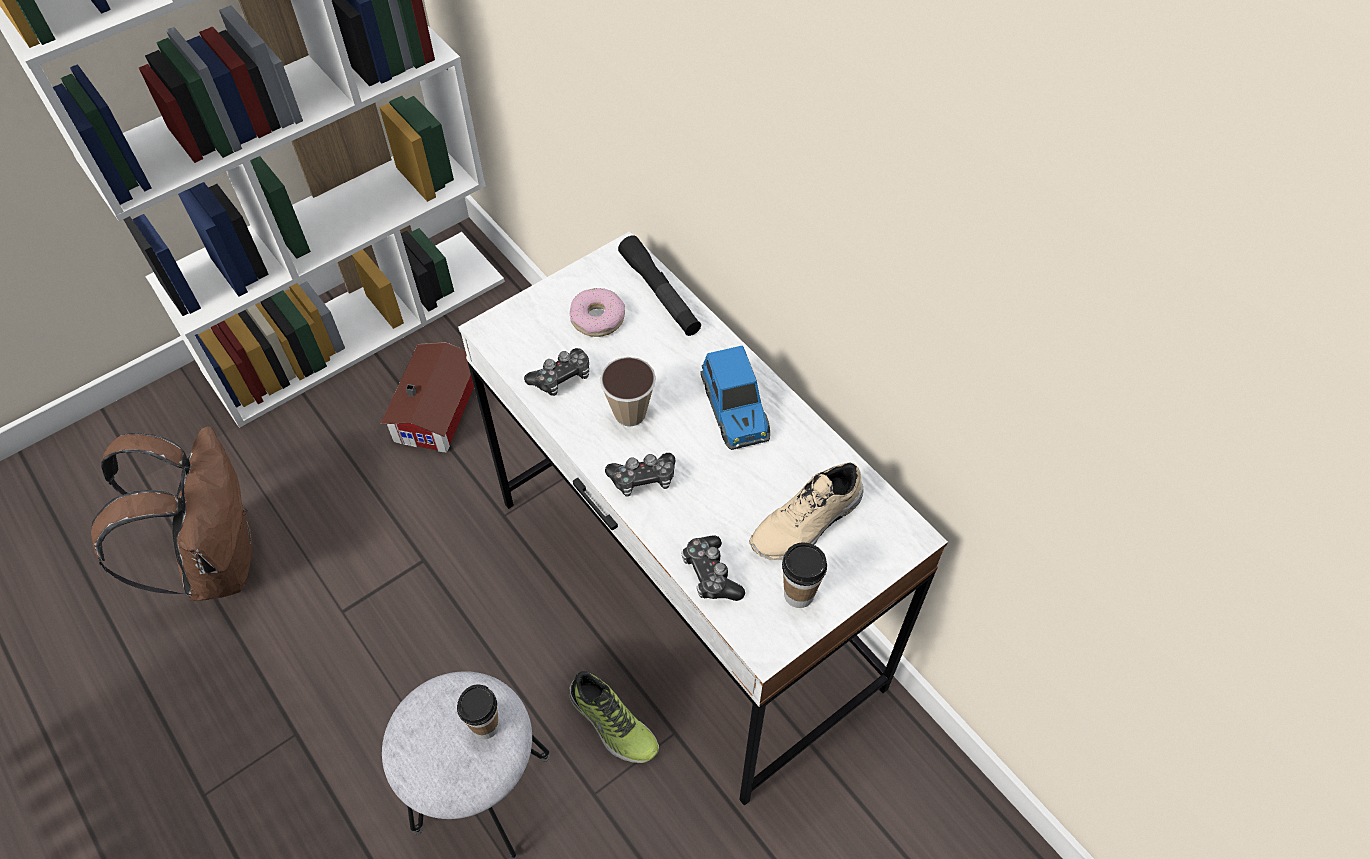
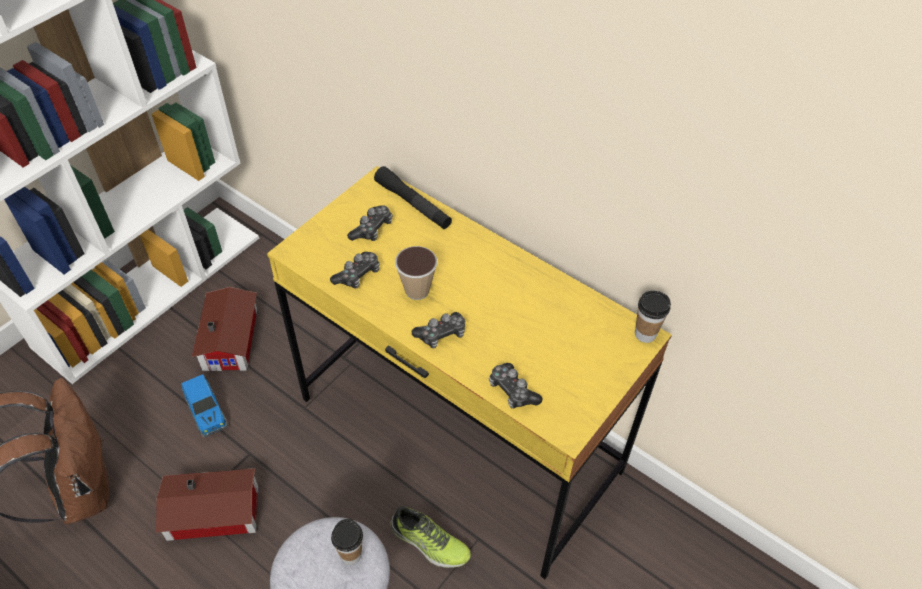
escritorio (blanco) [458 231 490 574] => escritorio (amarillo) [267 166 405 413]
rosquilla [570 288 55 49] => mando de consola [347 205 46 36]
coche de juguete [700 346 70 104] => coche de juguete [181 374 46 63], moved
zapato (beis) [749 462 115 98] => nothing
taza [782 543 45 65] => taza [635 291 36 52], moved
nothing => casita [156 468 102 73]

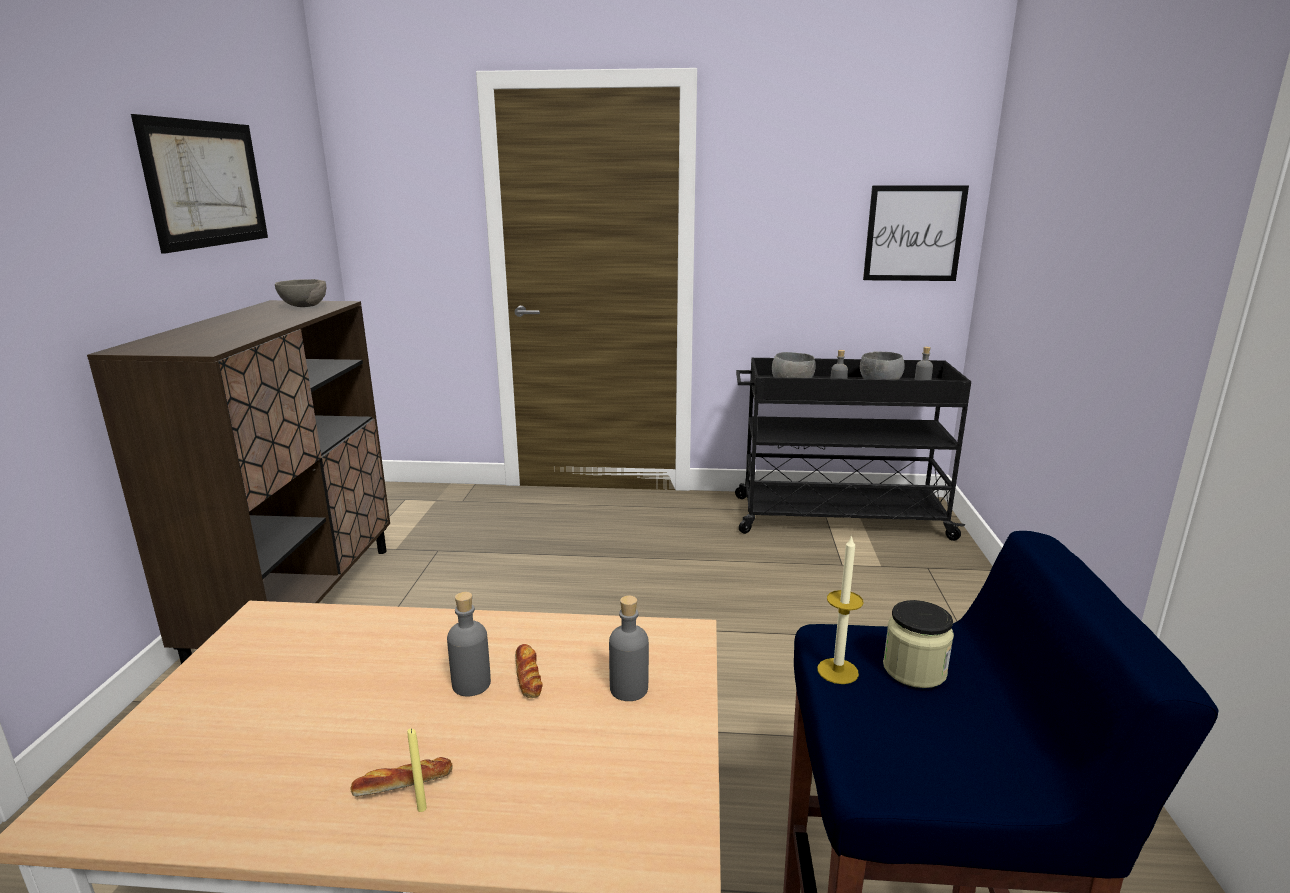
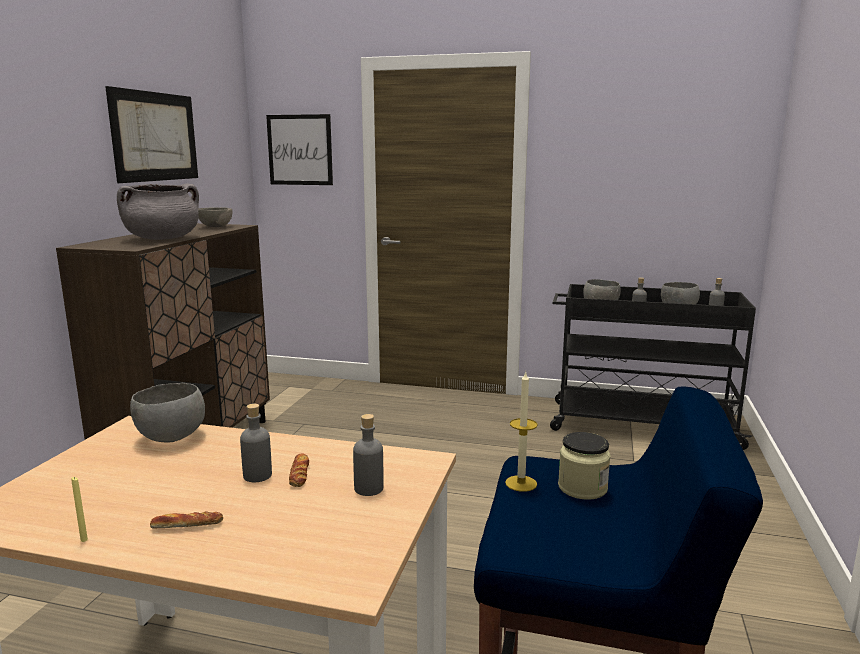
vela (amarillo) [407 729 20 83] => vela (amarillo) [71 476 17 66], moved
cuadro [863 185 106 96] => cuadro [266 114 67 71], moved
nothing => olla (gris) [117 183 82 57]
nothing => cuenco (gris) [130 382 75 60]

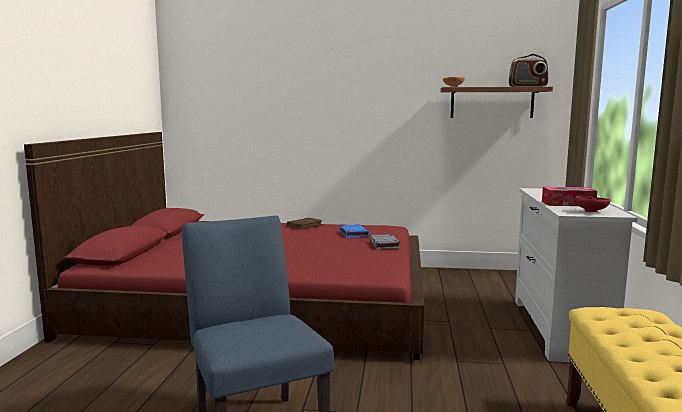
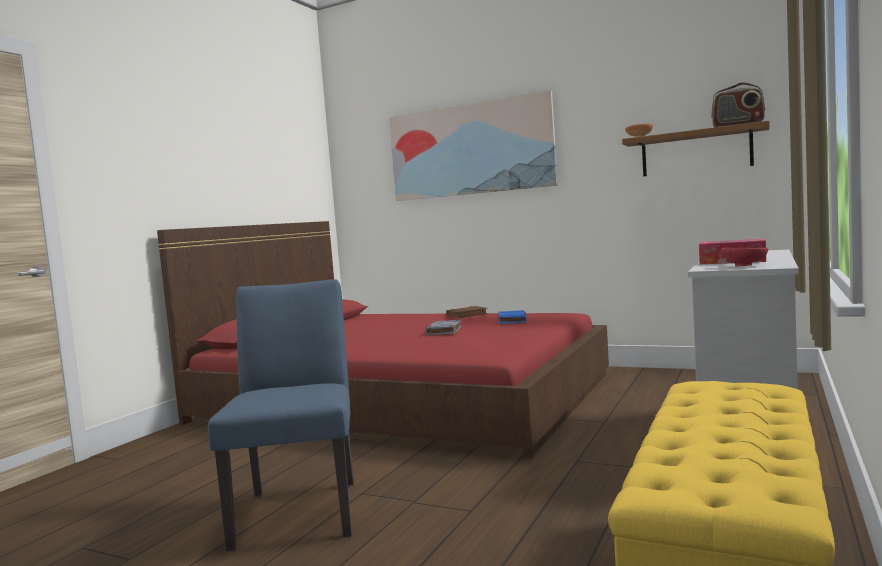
libro (gris) [369 234 31 15] => libro (gris) [425 320 36 15], moved
nothing => cuadro [389 91 169 110]

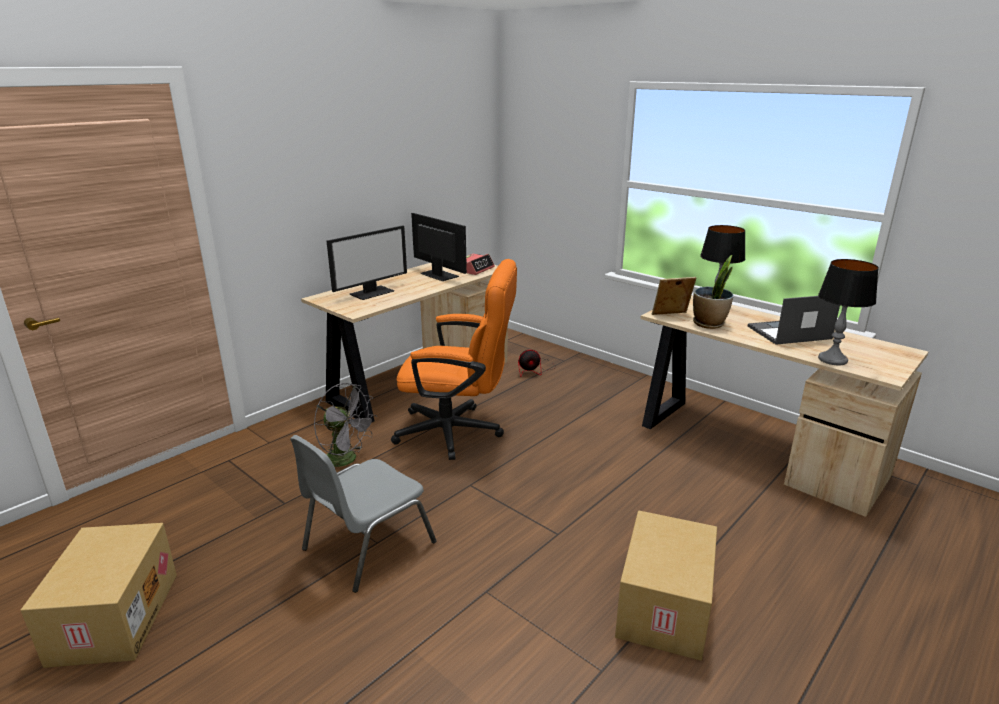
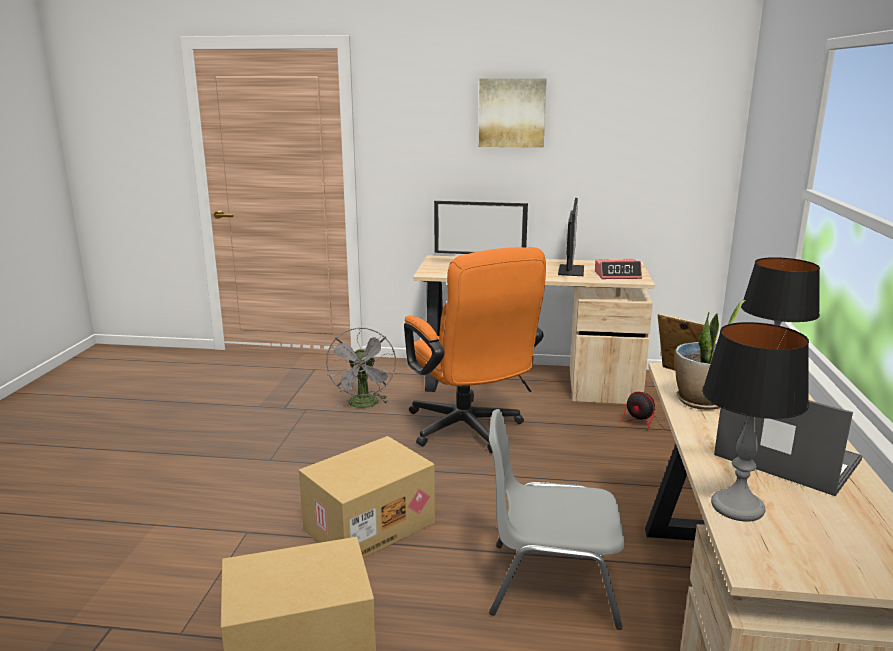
caja de cartón [21 523 156 145] => caja de cartón [299 436 136 123], moved
silla (gris) [290 435 147 158] => silla (gris) [489 409 136 221], moved
nothing => cuadro [479 78 68 70]

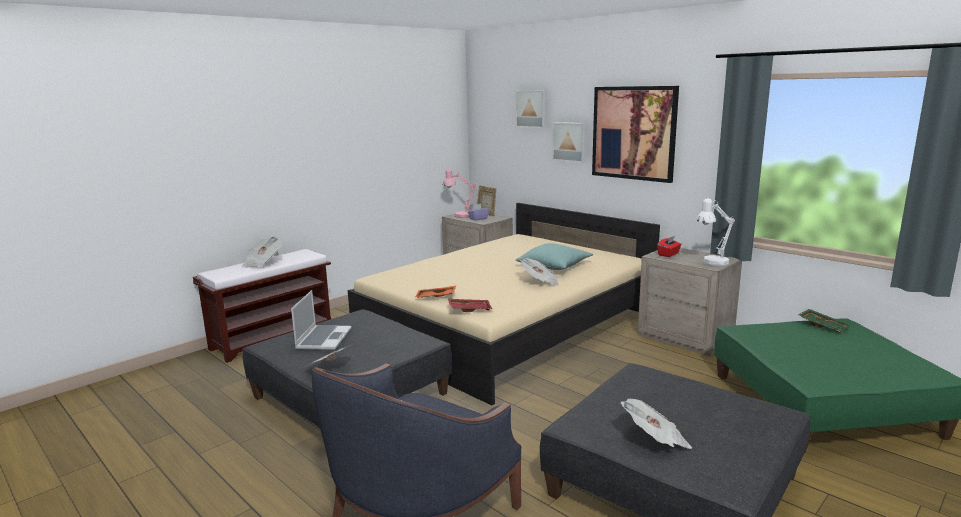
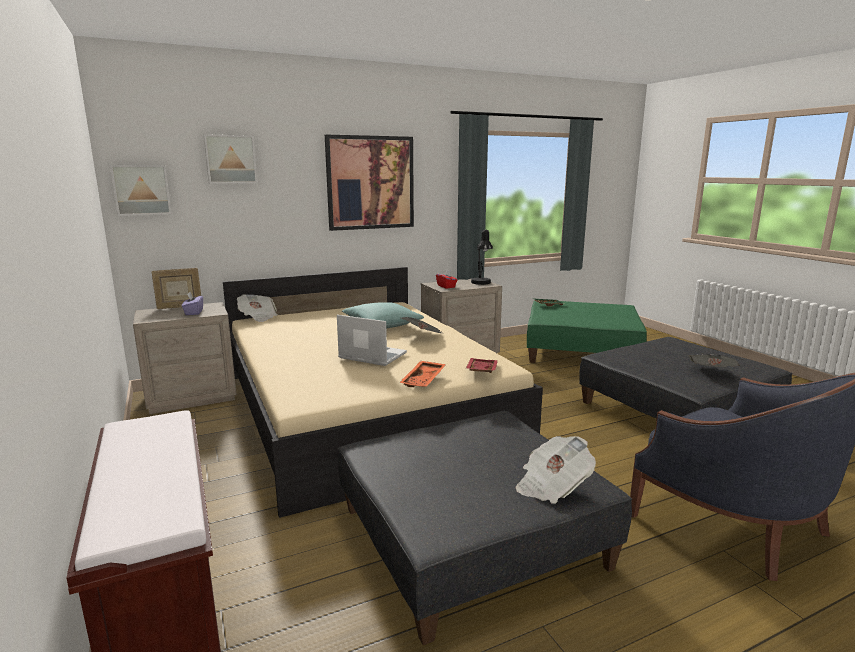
periódico [242 236 40 32] => periódico [237 294 41 28], moved
portátil [291 290 61 60] => portátil [337 315 70 51], moved
lámpara de mesa (rosa) [443 169 33 49] => nothing
cuadro [552 122 35 41] => cuadro [110 165 62 51], moved
lámpara de mesa (blanco) [696 198 39 68] => lámpara de mesa (negro) [471 229 22 56]

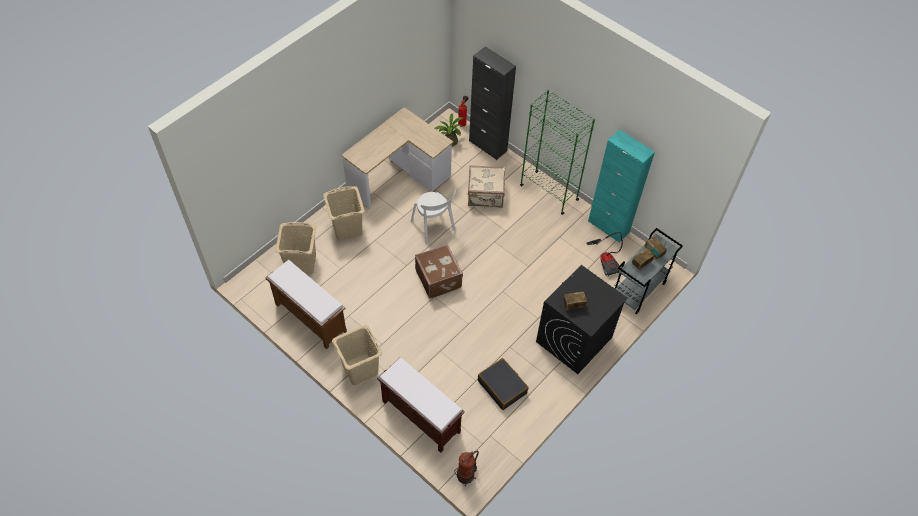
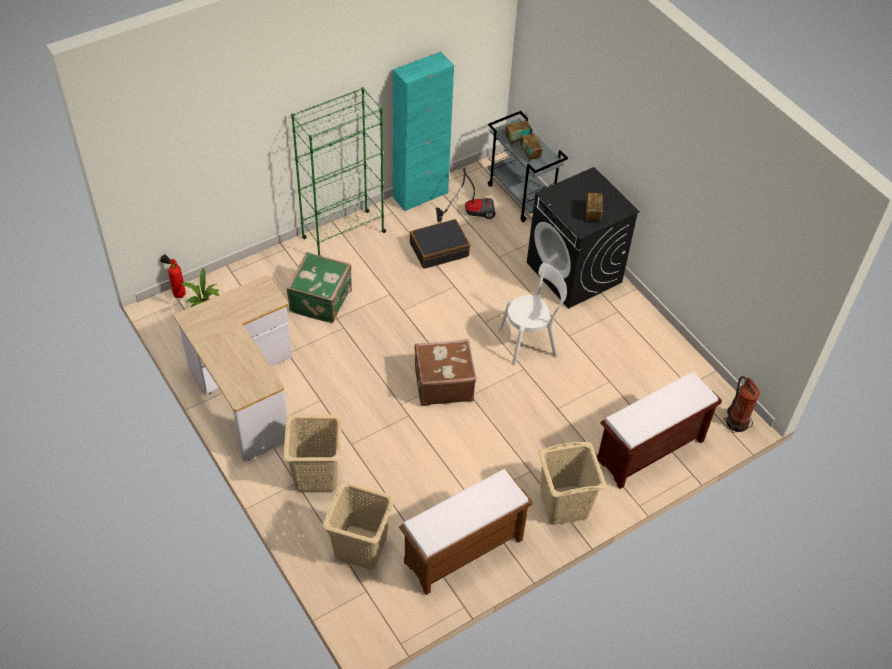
silla (blanco) [411 189 45 55] => silla (blanco) [499 263 68 103], moved
maleta (beis) [468 165 37 43] => maleta (verde) [286 252 66 71]
armario (negro) [469 46 47 114] => nothing
maleta (negro) [478 358 51 52] => maleta (negro) [410 219 60 50], moved

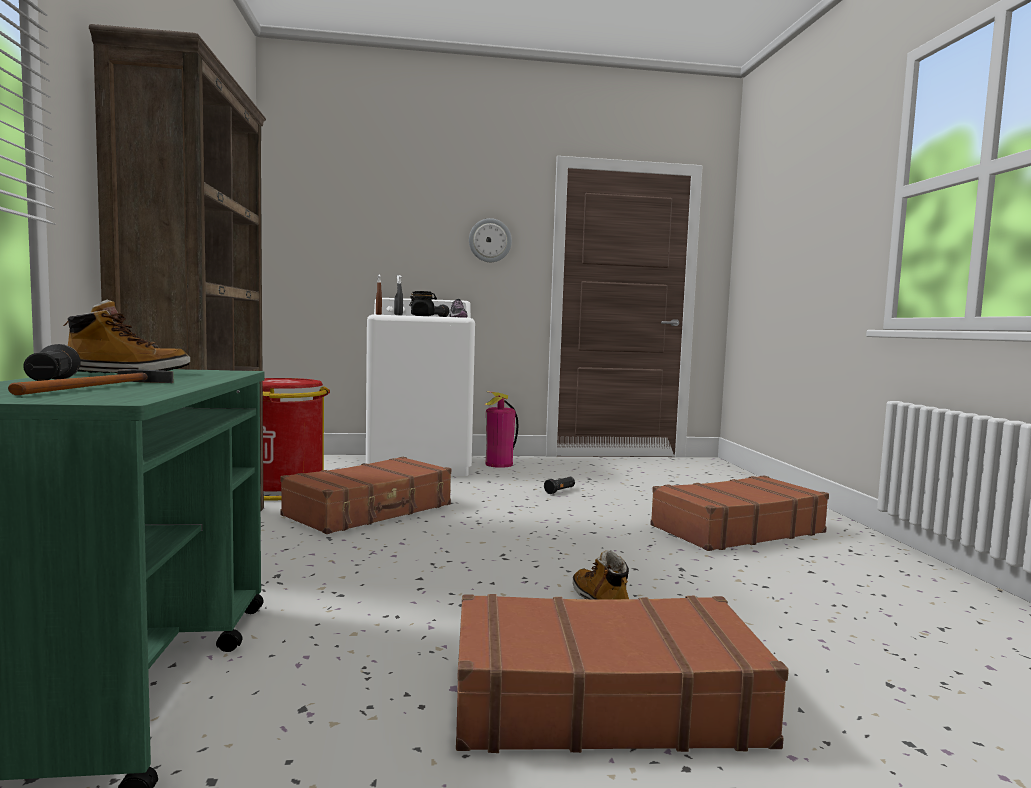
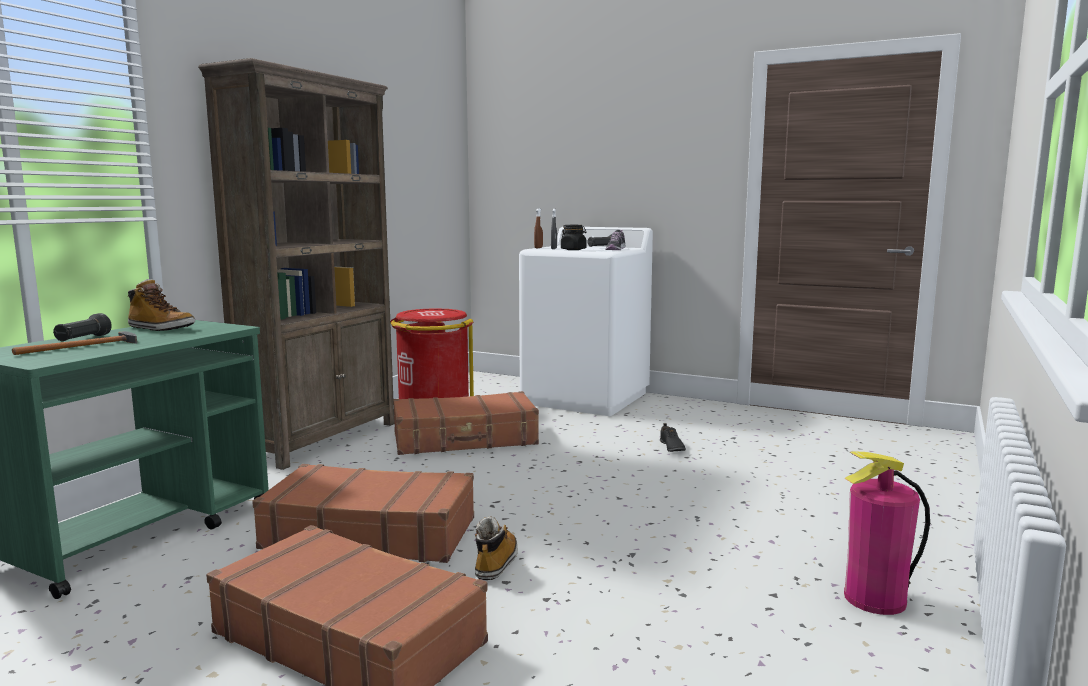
reloj de pared [469 218 43 44] => nothing
extintor [485 392 34 76] => extintor [844 451 86 164], moved
linterna (negro) [544 477 31 17] => zapato (negro) [660 423 26 29]
maleta (marrón) [650 475 179 76] => maleta (marrón) [252 464 222 99], moved

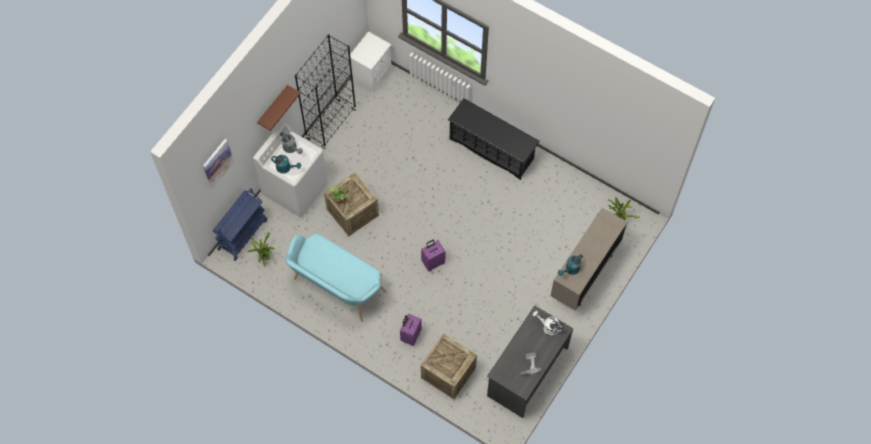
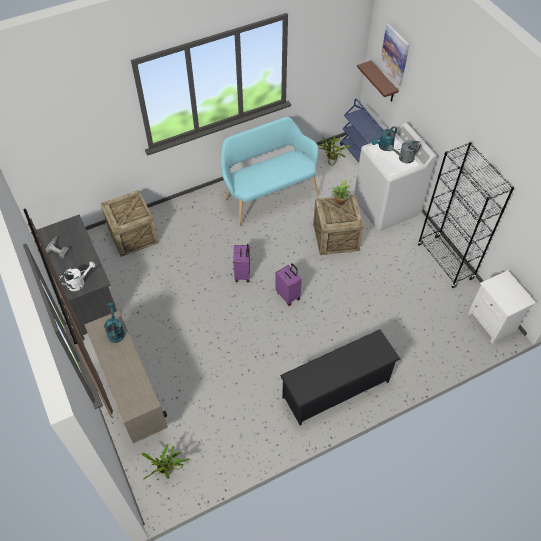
estante (marrón) [257 85 44 46] => estante (marrón) [357 61 42 41], moved
maleta (morado) [400 314 22 32] => maleta (morado) [275 263 27 43], moved

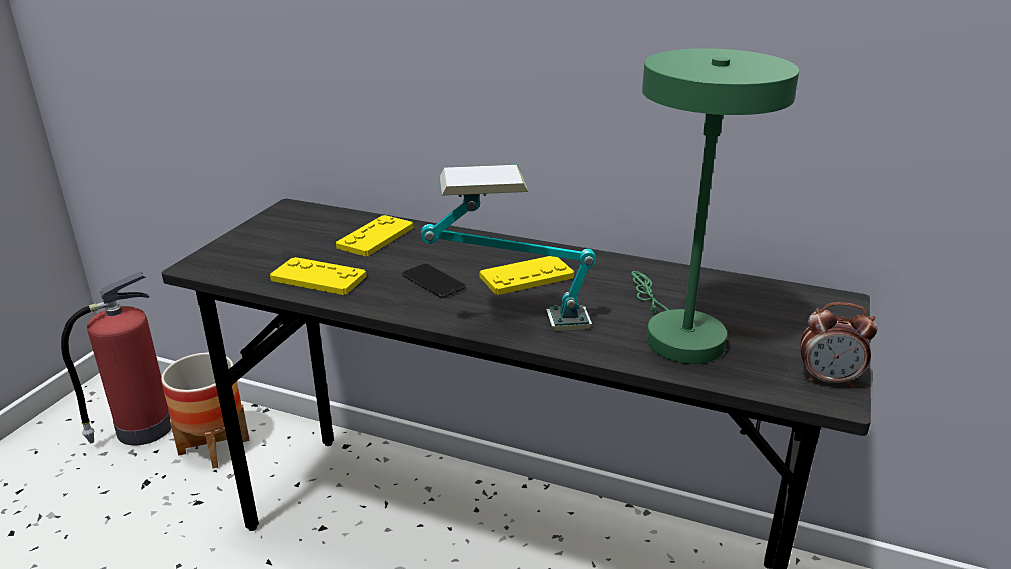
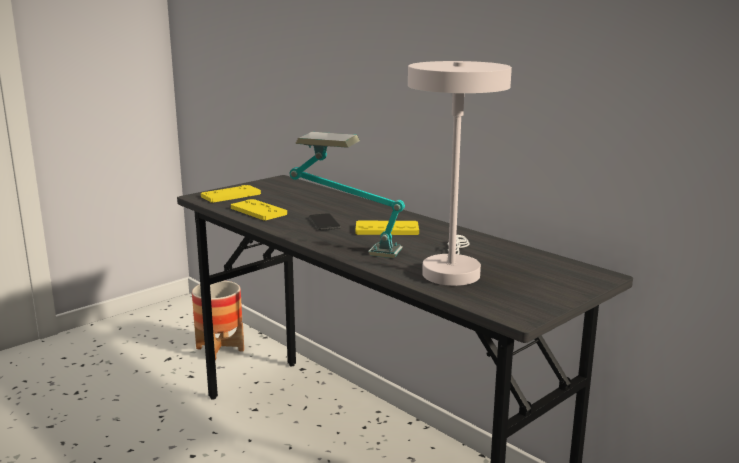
extintor [61 272 111 174] => nothing
mando de consola (amarillo) [336 215 77 41] => mando de consola (amarillo) [201 185 60 18], moved
lámpara de mesa (verde) [631 48 168 316] => lámpara de mesa (blanco) [408 61 104 225]
despertador [800 302 77 86] => nothing

